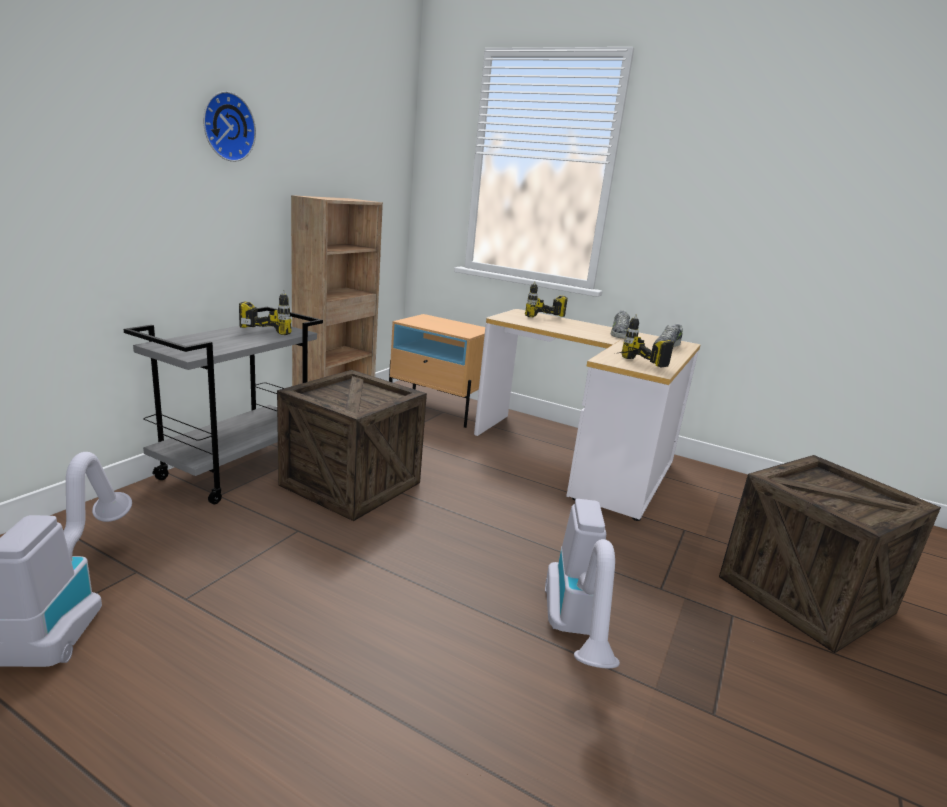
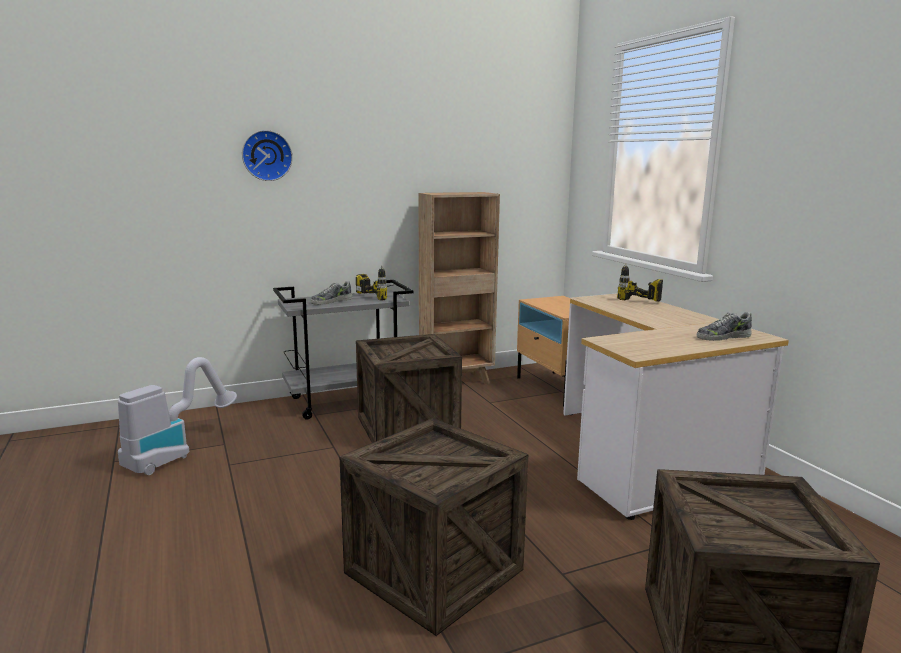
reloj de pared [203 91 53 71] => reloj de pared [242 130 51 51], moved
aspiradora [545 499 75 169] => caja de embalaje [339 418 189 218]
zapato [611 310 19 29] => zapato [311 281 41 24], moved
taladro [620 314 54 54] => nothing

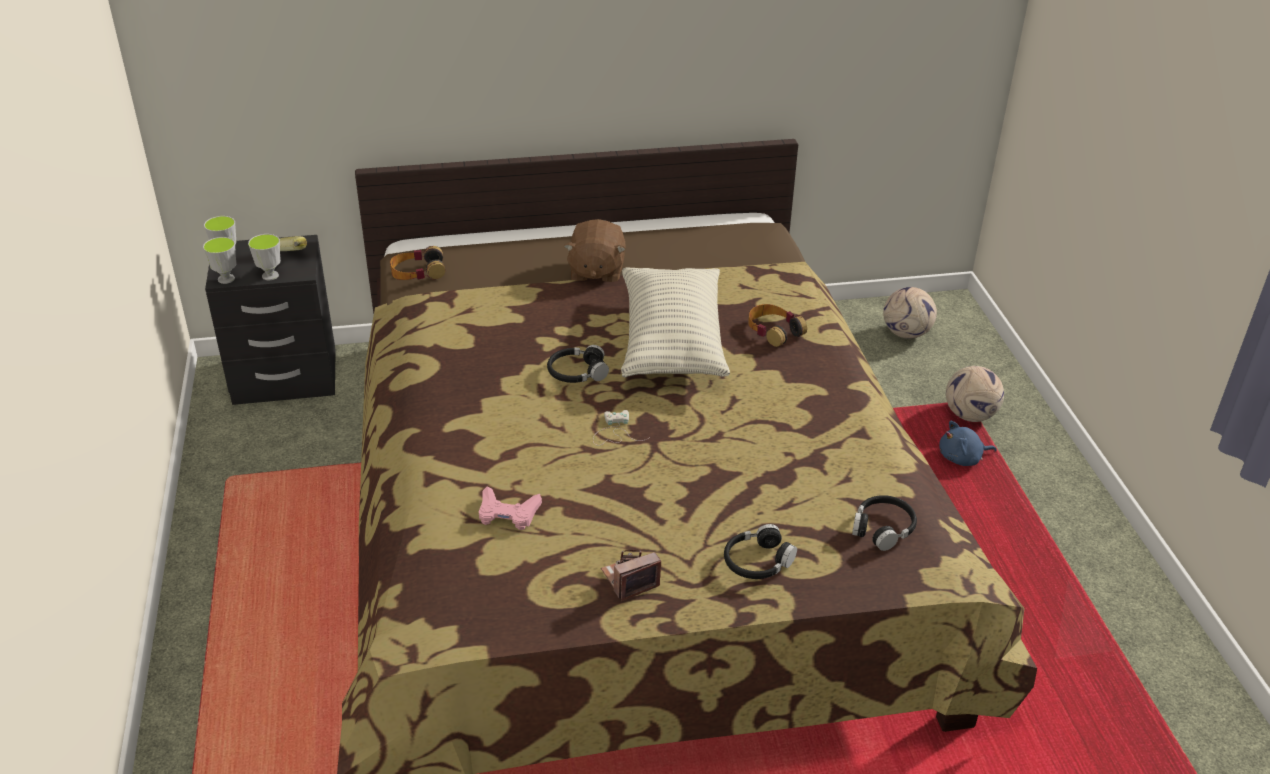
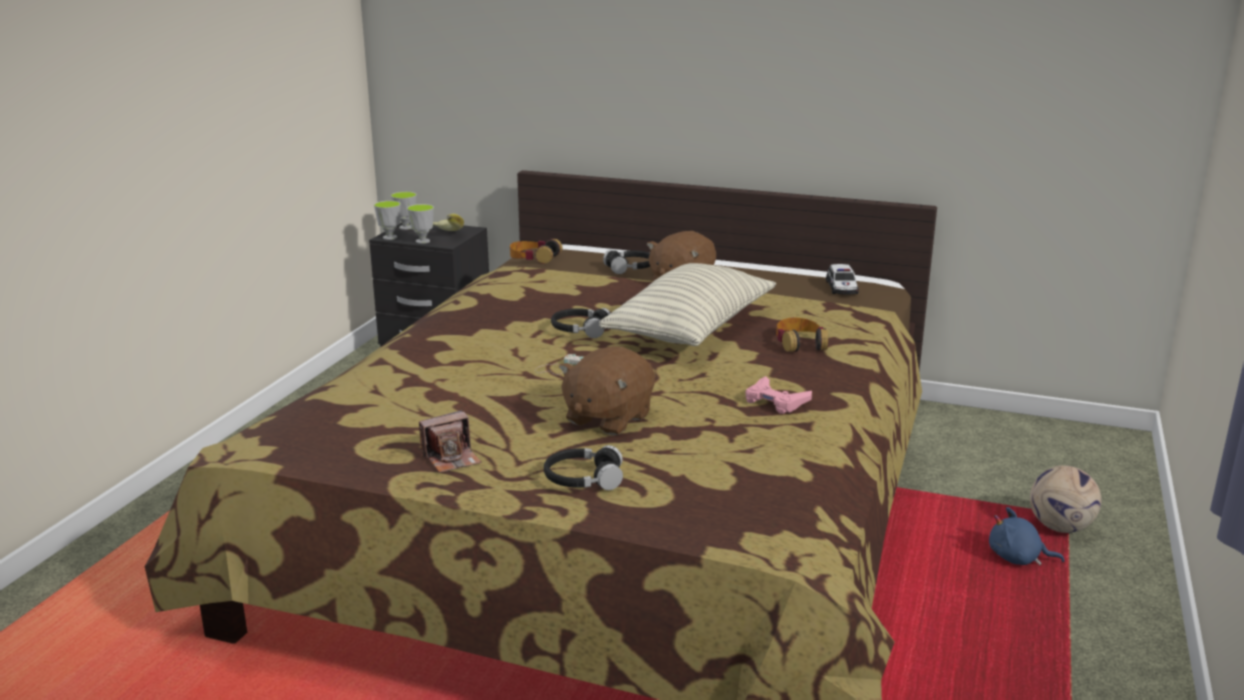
mando de consola (rosa) [479 486 63 44] => mando de consola (rosa) [745 376 67 38], moved
cámara [601 550 60 51] => cámara [419 410 62 63], 150 degrees clockwise
auriculares (negro) [852 495 65 56] => auriculares (negro) [603 250 47 24], moved
balón de fútbol [883 287 54 52] => nothing
nothing => peluche (marrón) [559 346 96 89]
nothing => coche de juguete [826 264 33 31]

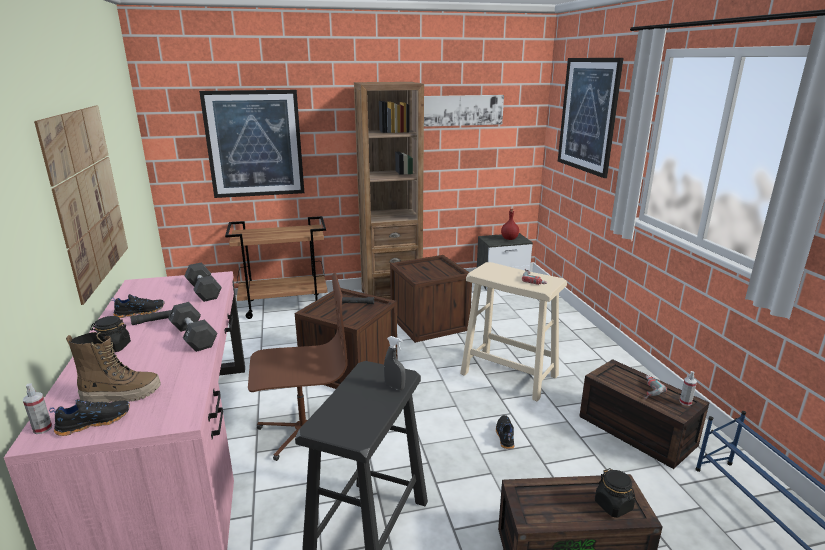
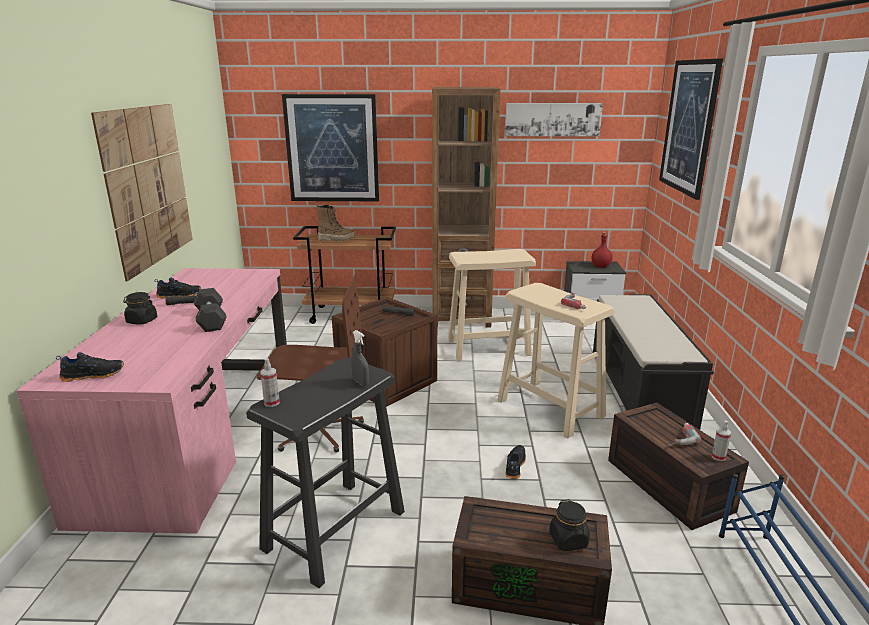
pulverizador [23 383 29 51] => pulverizador [261 358 19 49], moved
bota [66 332 95 71] => bota [317 204 37 37], moved
mancuerna (negro) [184 263 38 39] => nothing
caja de embalaje [390 255 82 88] => taburete (beis) [448 249 88 112]
nothing => banco (negro) [593 294 121 136]

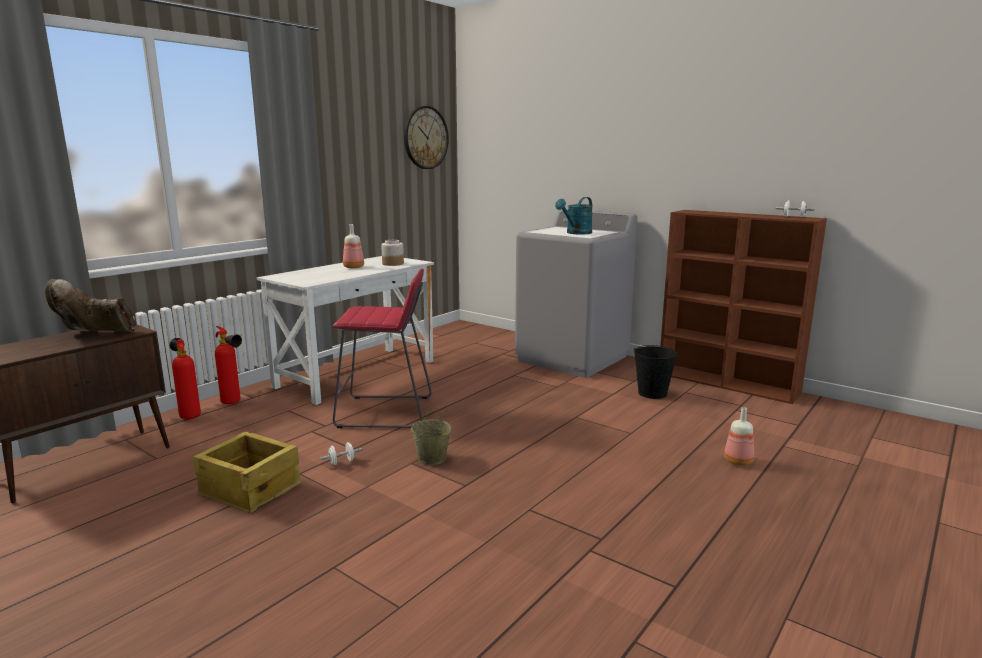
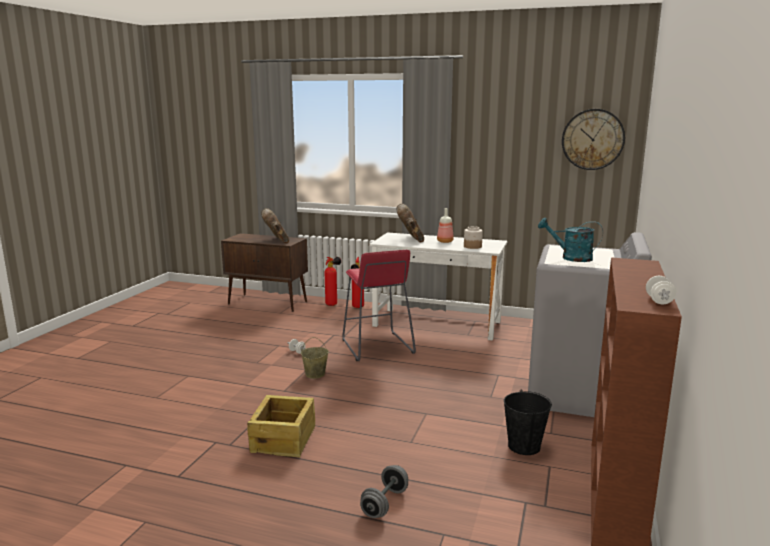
caja de embalaje [193 432 109 81] => caja de embalaje [247 395 68 62], moved
botella [724 407 30 59] => mancuerna (gris) [360 465 48 53]
nothing => bota (marrón) [396 204 28 38]

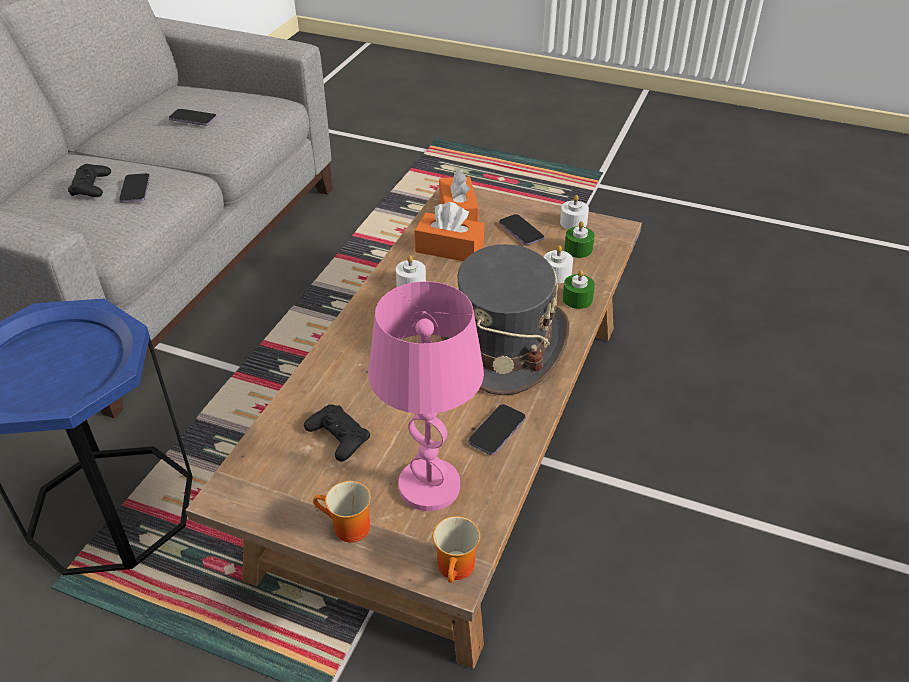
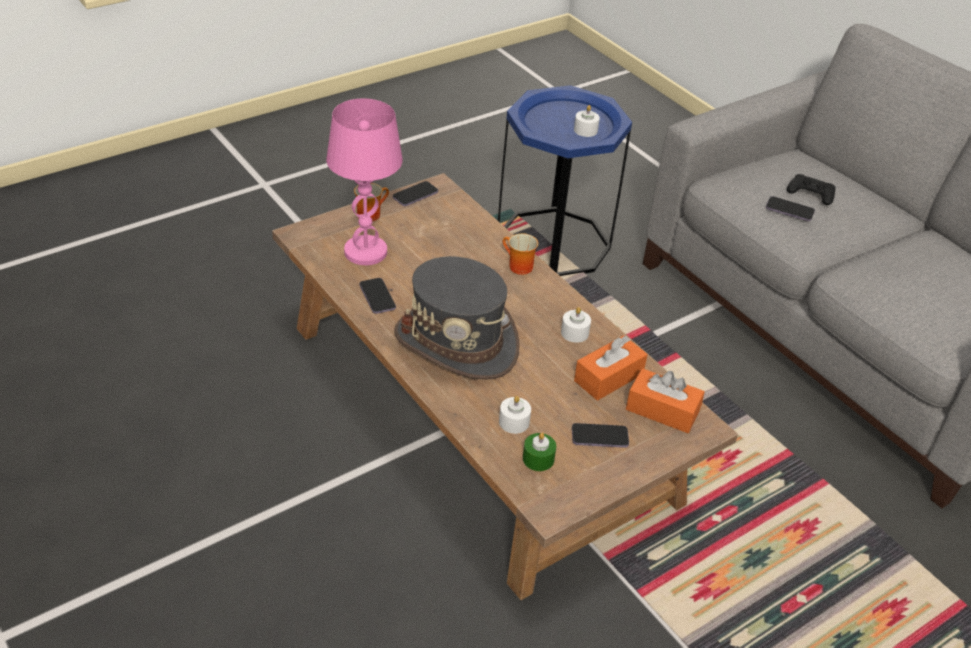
móvil [169 109 48 17] => móvil [393 181 45 25], moved
mando de consola (negro) [304 405 66 57] => nothing
taza grande [433 516 47 67] => taza grande [503 233 35 42], moved
vela (blanco) [560 195 29 35] => vela (blanco) [574 105 26 32], moved
vela (verde) [563 270 32 39] => nothing

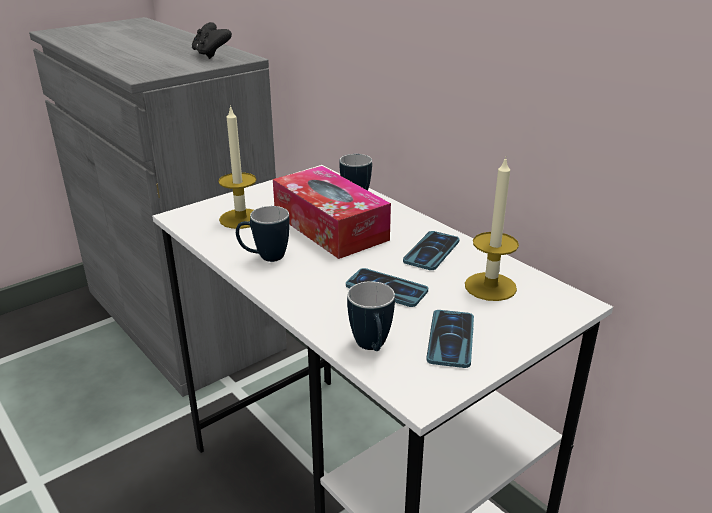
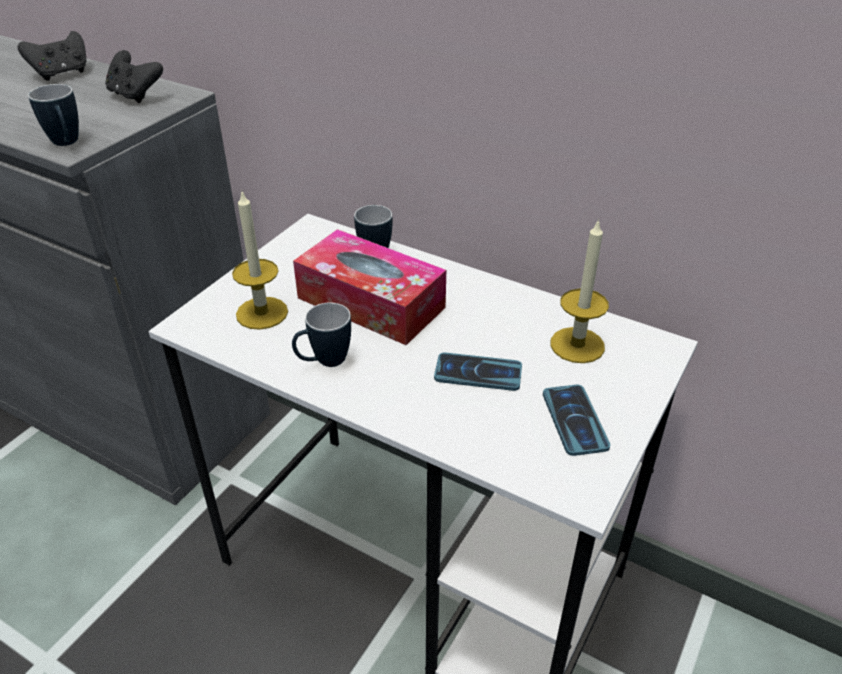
taza grande [347 281 48 70] => taza grande [28 84 51 62], moved
móvil [403 231 56 39] => nothing
nothing => mando de consola (negro) [18 31 68 50]

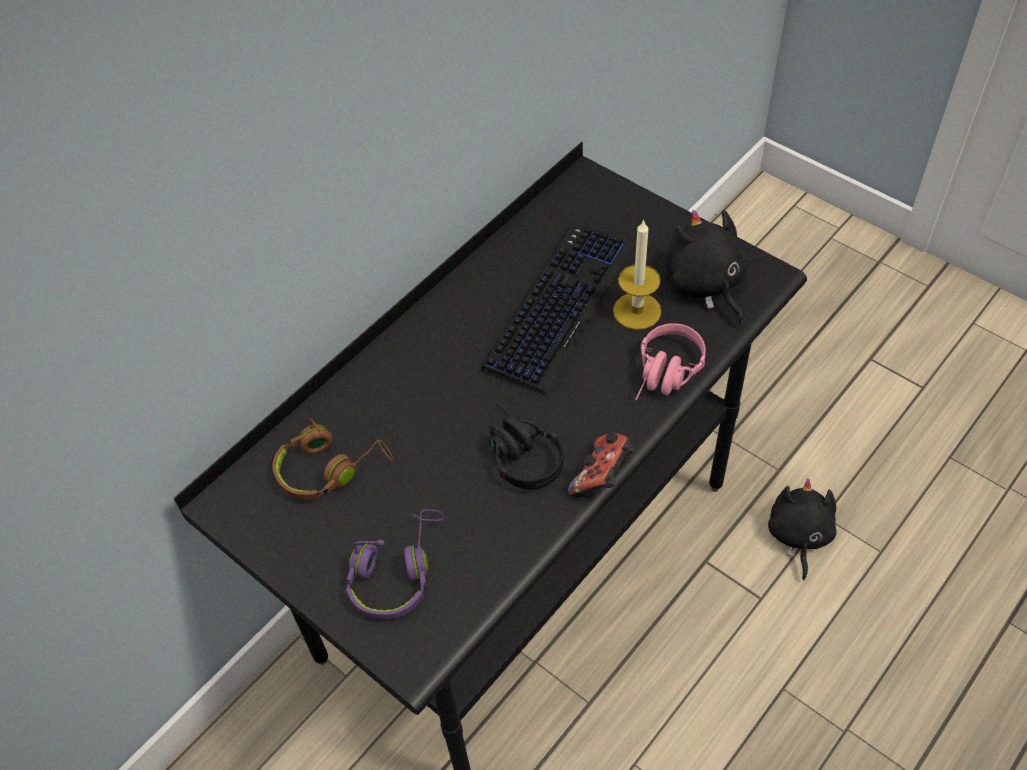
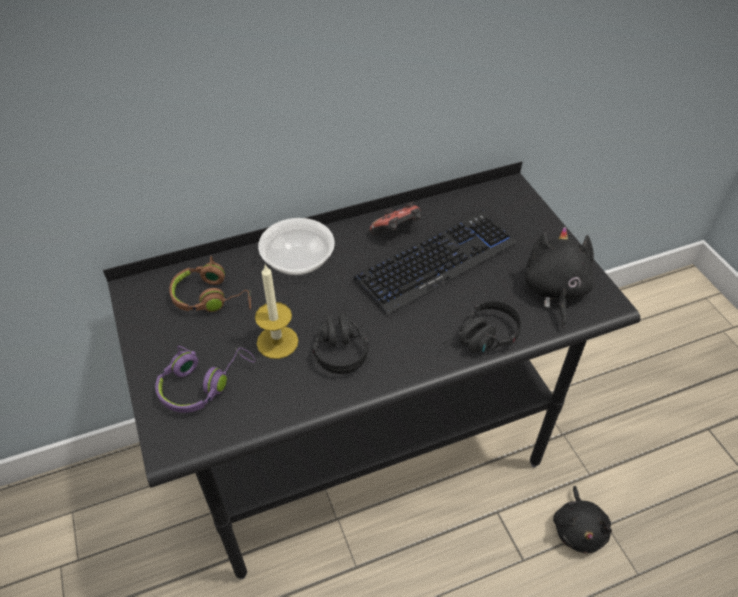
mando de consola [568 432 66 66] => mando de consola [369 202 52 33], moved
vela [613 219 48 111] => vela [255 264 43 95], moved
auriculares (rosa) [635 323 71 77] => auriculares (negro) [444 301 78 52]
peluche (negro) [768 478 69 102] => peluche (negro) [553 486 59 67], 150 degrees clockwise
nothing => cuenco [258 218 77 57]

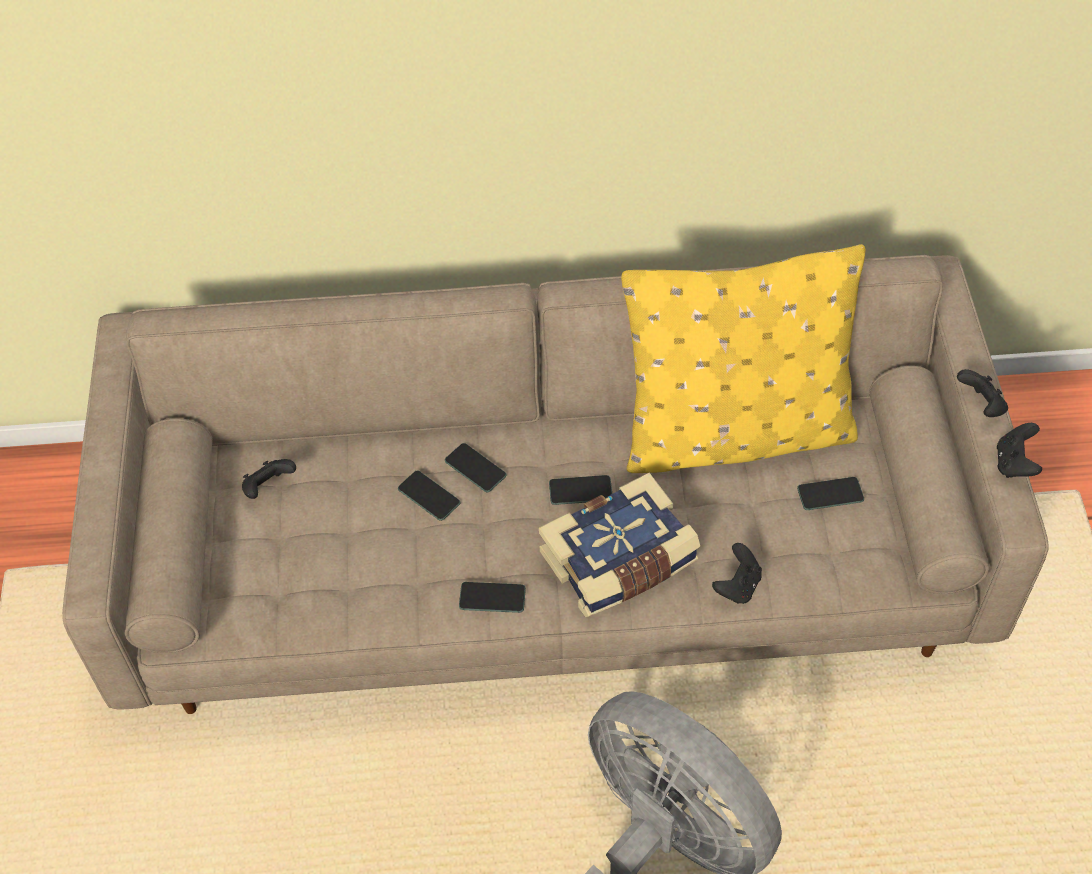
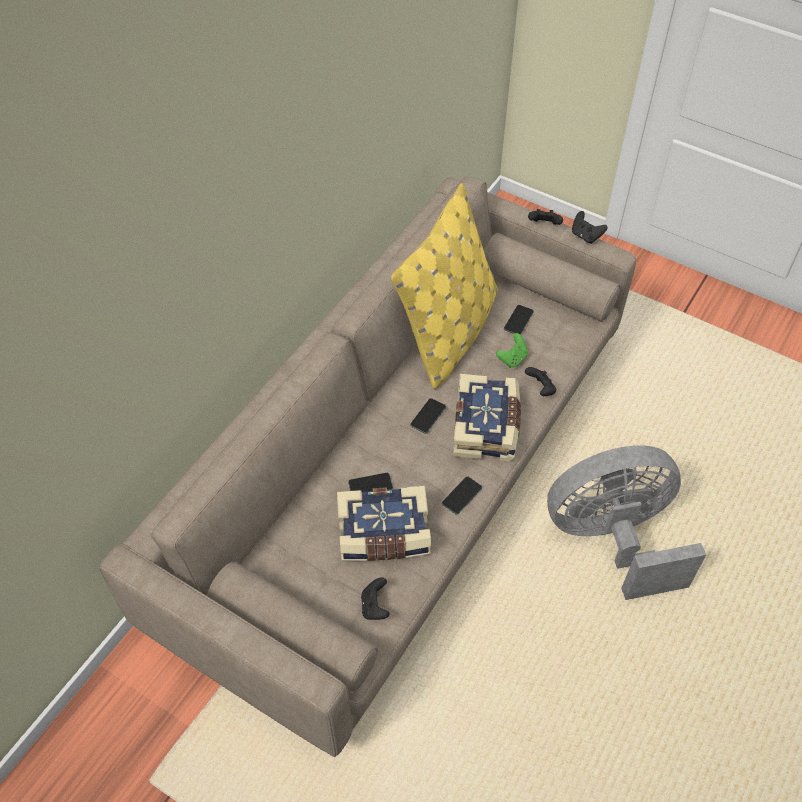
mando de consola (negro) [242 459 54 40] => mando de consola (negro) [361 578 29 42], moved
móvil [445 443 62 49] => nothing
nothing => libro [337 486 94 75]
nothing => mando de consola (verde) [496 333 32 35]

